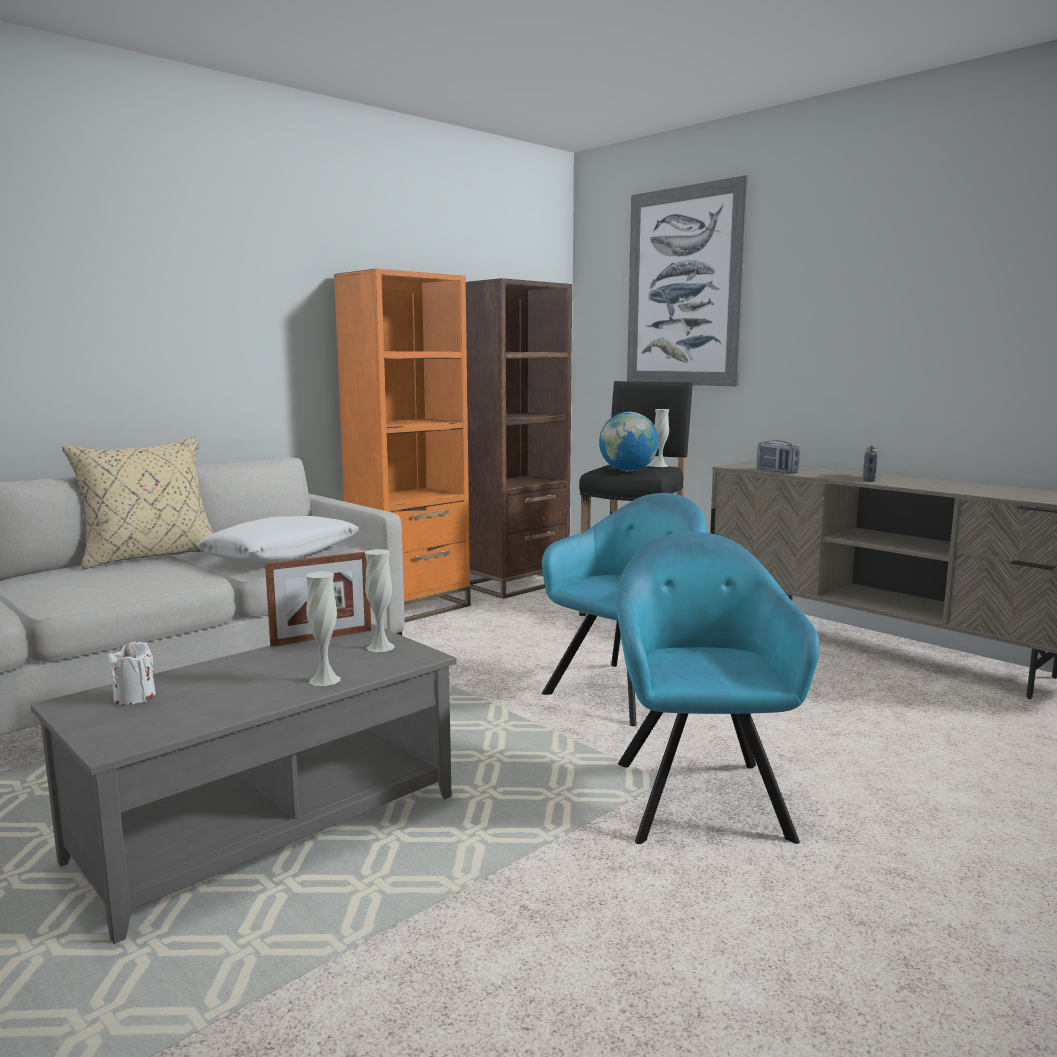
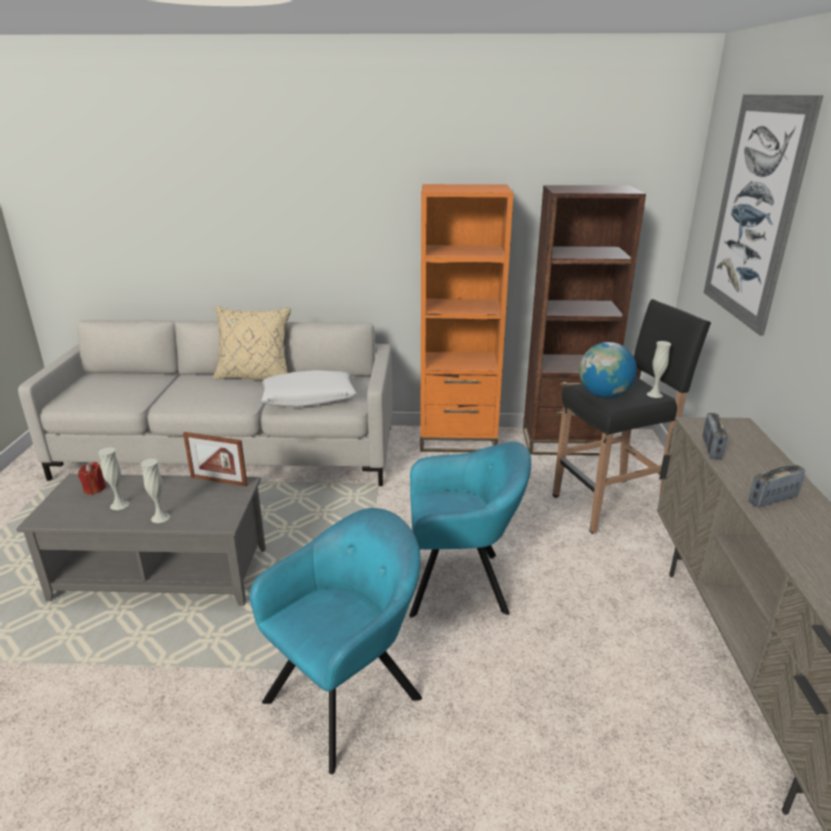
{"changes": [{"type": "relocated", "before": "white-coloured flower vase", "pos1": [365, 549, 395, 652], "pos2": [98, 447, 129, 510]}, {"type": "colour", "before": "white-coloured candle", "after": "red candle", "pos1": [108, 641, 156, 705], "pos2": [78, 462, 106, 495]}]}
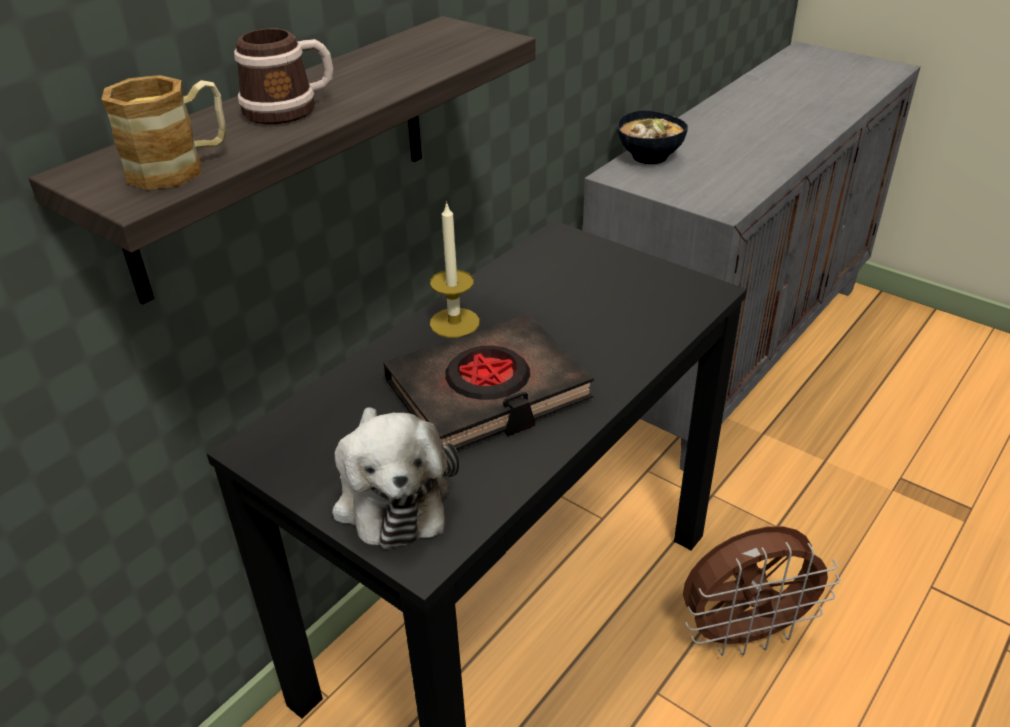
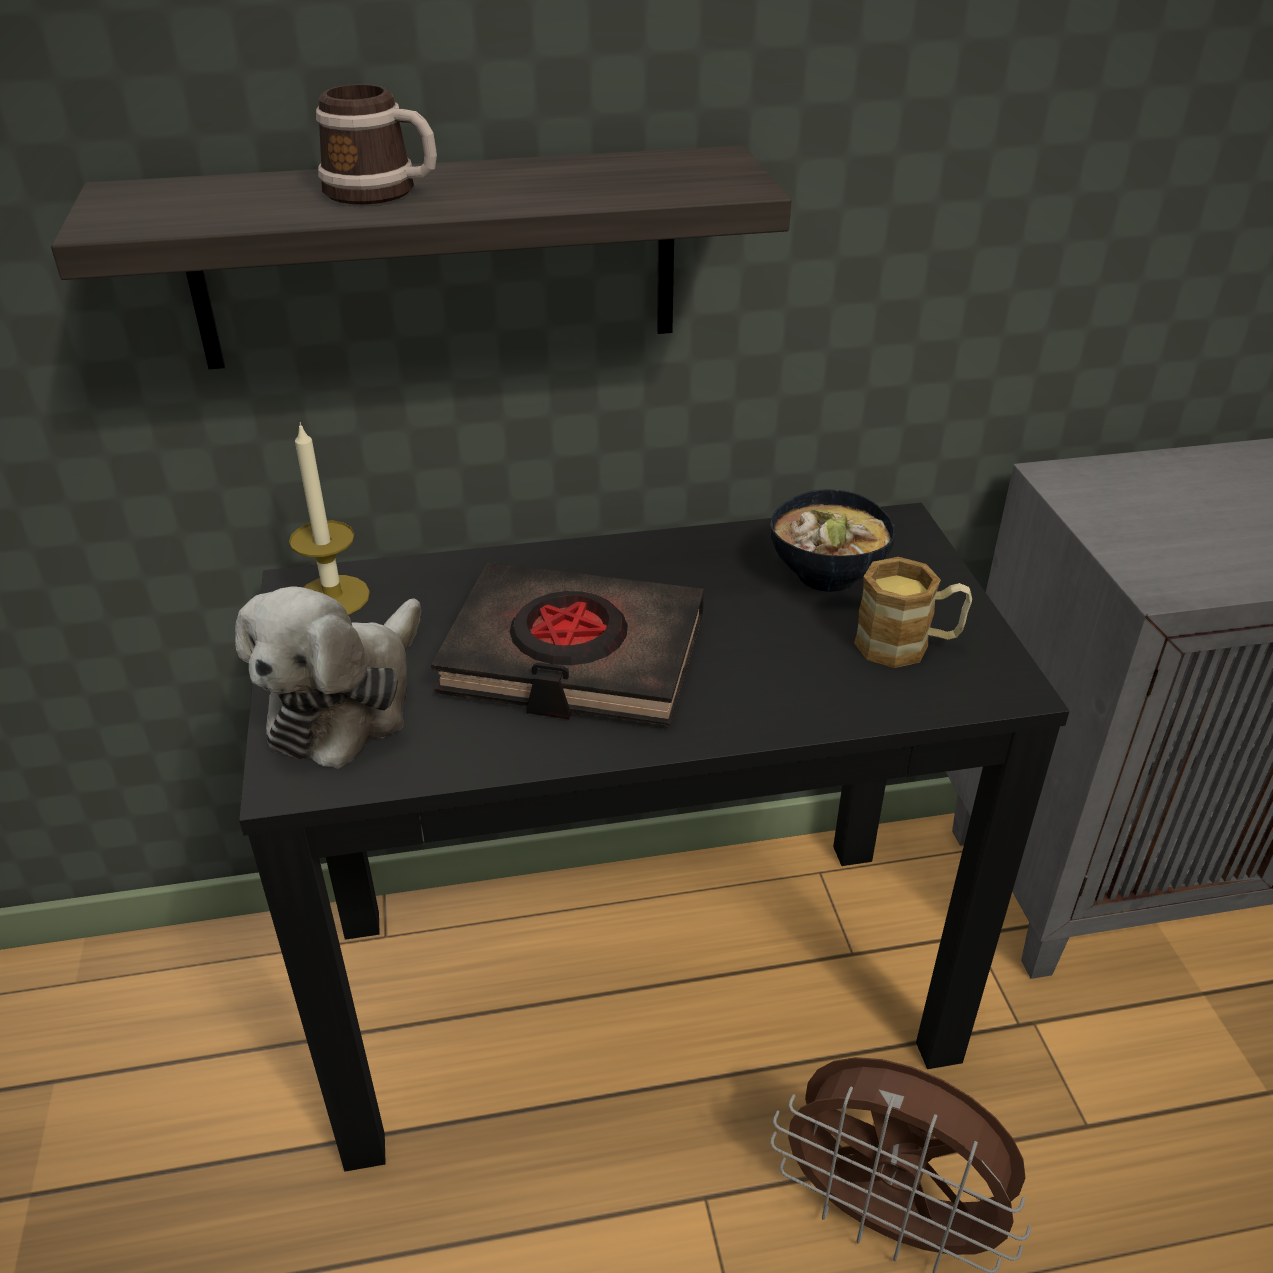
{"changes": [{"type": "relocated", "before": "coffee mug", "pos1": [101, 75, 226, 190], "pos2": [854, 557, 972, 668]}, {"type": "relocated", "before": "candle", "pos1": [430, 201, 480, 338], "pos2": [289, 422, 370, 615]}, {"type": "relocated", "before": "bowl", "pos1": [617, 110, 688, 164], "pos2": [770, 489, 895, 592]}]}
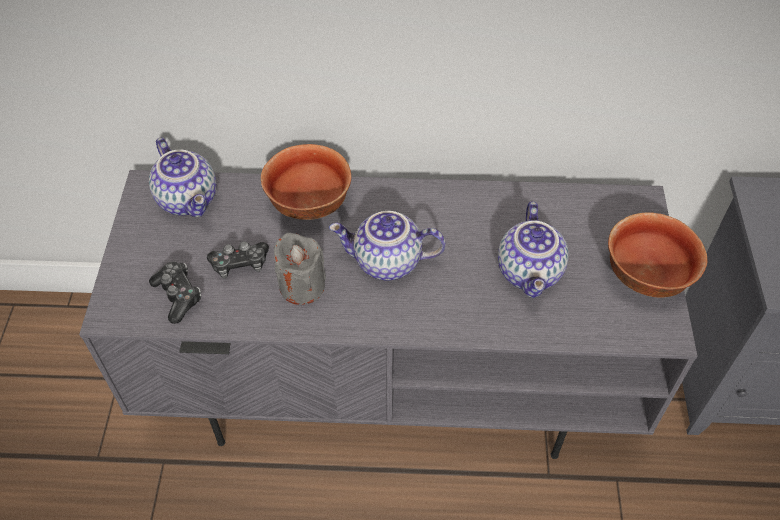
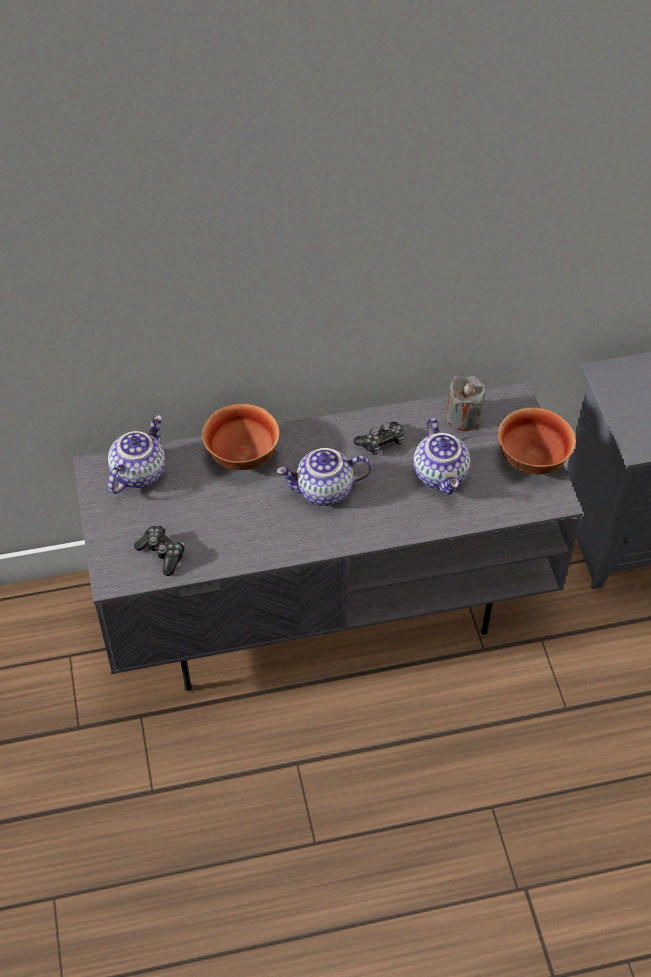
{"changes": [{"type": "relocated", "before": "joypad", "pos1": [207, 241, 269, 278], "pos2": [354, 422, 404, 455]}, {"type": "relocated", "before": "gray candle", "pos1": [274, 233, 326, 305], "pos2": [446, 375, 486, 431]}, {"type": "spun", "before": "tea pot", "pos1": [149, 138, 216, 217], "pos2": [108, 415, 165, 494], "turn": -105}]}
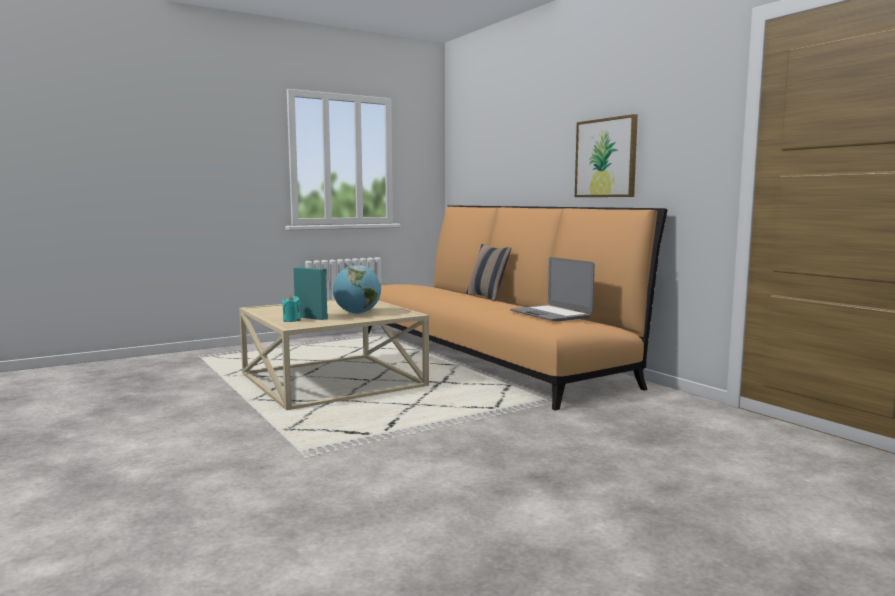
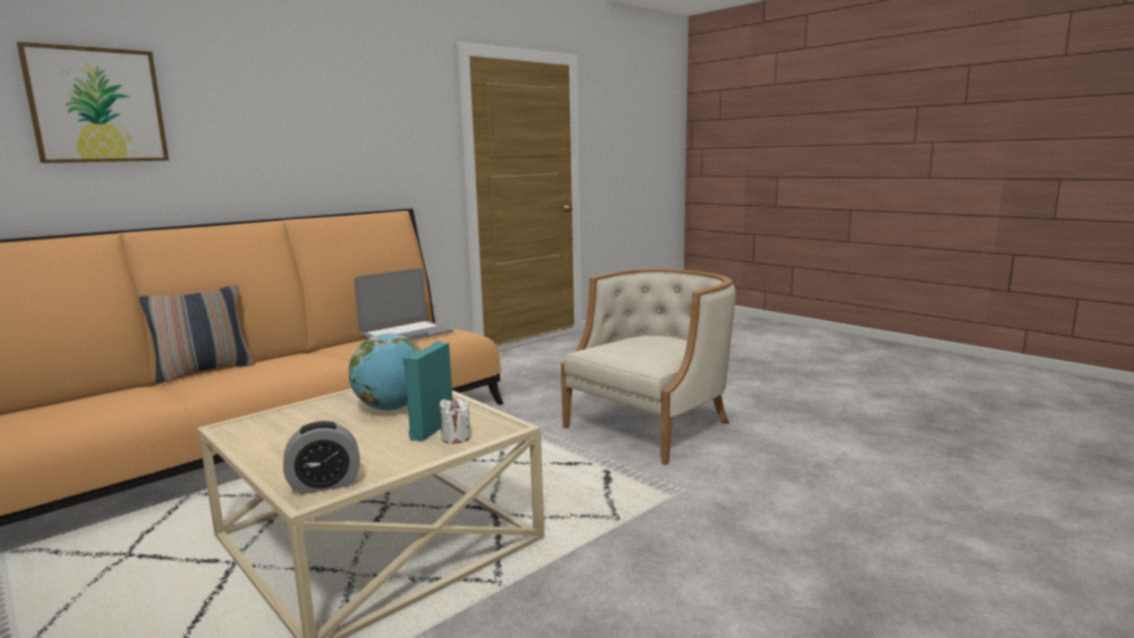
{"changes": [{"type": "appeared", "after": "alarm clock", "pos2": [283, 421, 360, 494]}, {"type": "appeared", "after": "sand-coloured easy chair", "pos2": [561, 269, 736, 465]}, {"type": "relocated", "before": "picture", "pos1": [575, 114, 638, 197], "pos2": [17, 42, 169, 163]}, {"type": "colour", "before": "blue-green candle", "after": "white-coloured candle", "pos1": [282, 295, 301, 322], "pos2": [439, 398, 471, 444]}]}
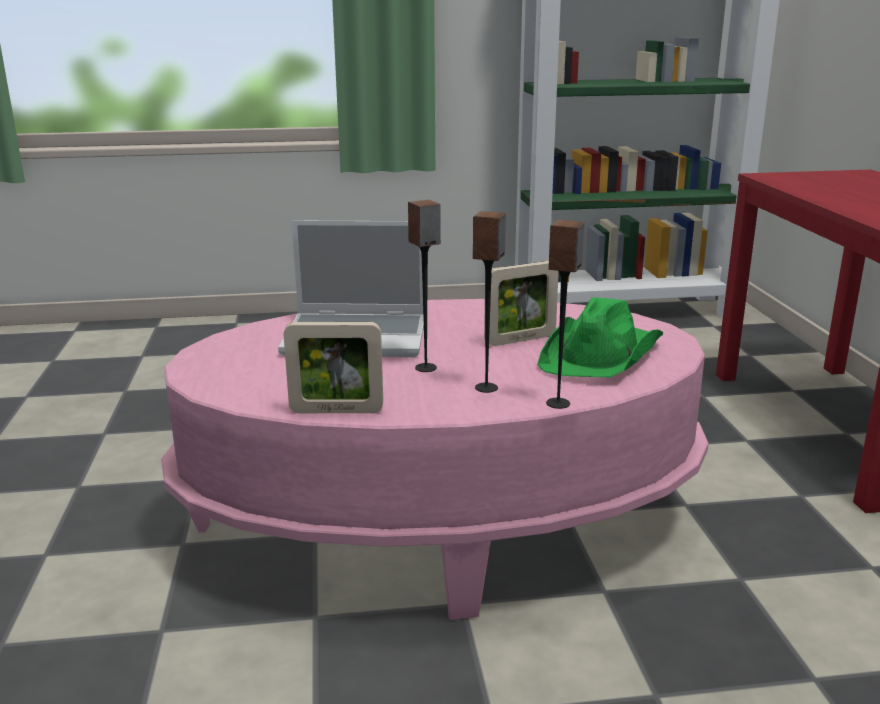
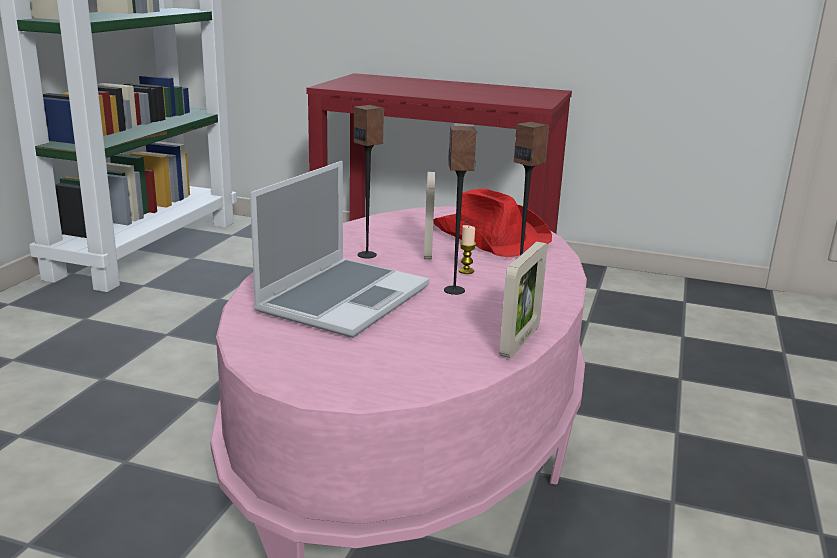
{"changes": [{"type": "appeared", "after": "candle", "pos2": [458, 225, 476, 274]}, {"type": "relocated", "before": "audio speaker", "pos1": [546, 220, 585, 409], "pos2": [354, 105, 384, 258]}, {"type": "colour", "before": "green-coloured wearable hat", "after": "red wearable hat", "pos1": [537, 297, 663, 377], "pos2": [433, 188, 552, 258]}]}
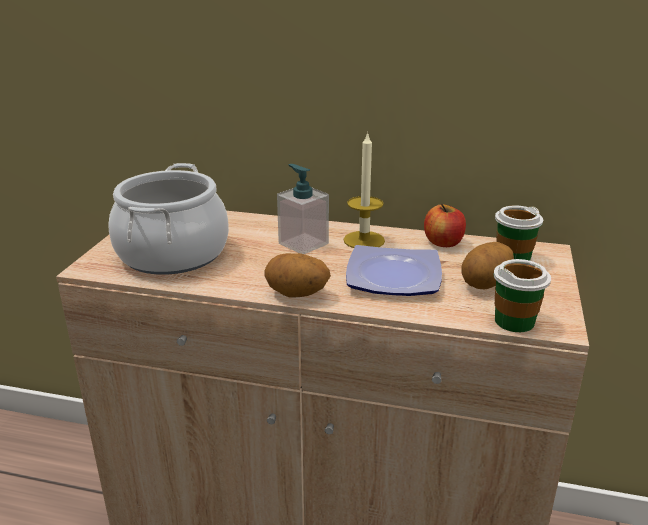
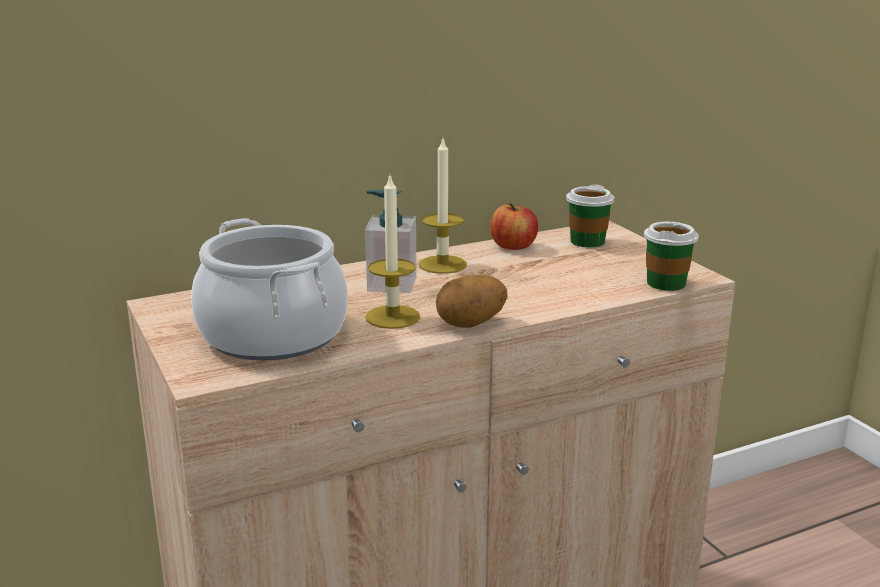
{"changes": [{"type": "missing", "before": "dinner plate", "pos1": [346, 245, 442, 296]}, {"type": "missing", "before": "whole potato", "pos1": [461, 242, 514, 289]}, {"type": "appeared", "after": "candle", "pos2": [365, 176, 420, 329]}]}
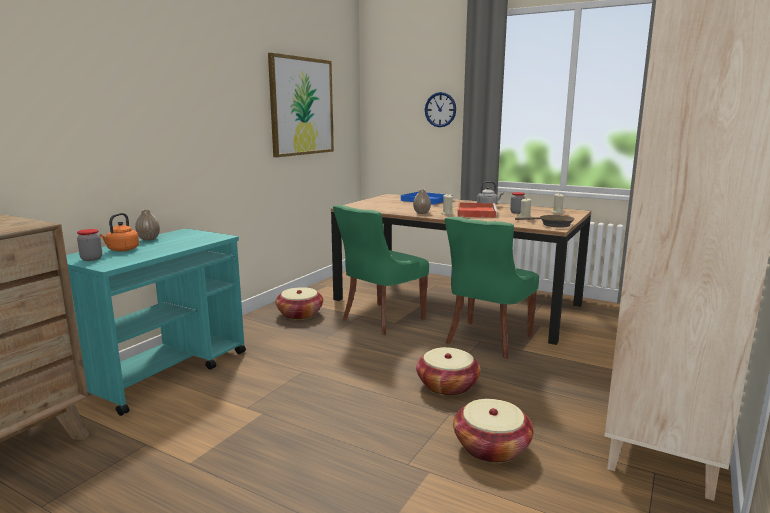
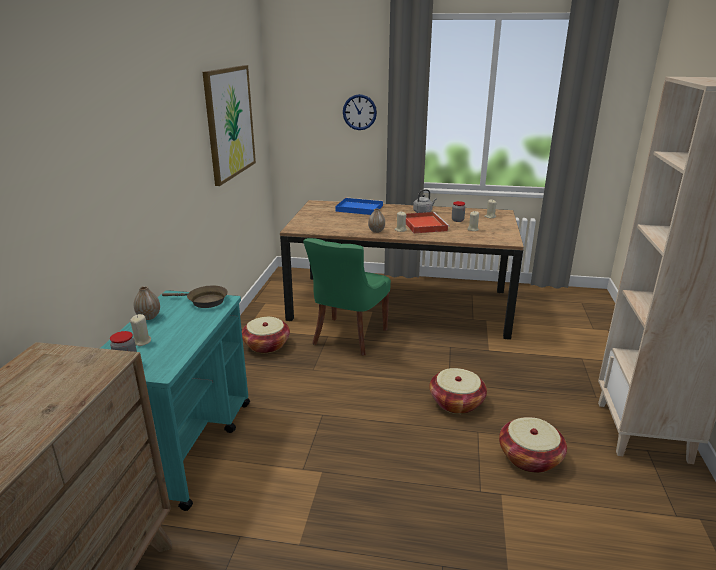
{"changes": [{"type": "missing", "before": "green-coloured plain chair", "pos1": [444, 217, 539, 359]}, {"type": "relocated", "before": "brown skillet", "pos1": [515, 215, 575, 228], "pos2": [162, 286, 228, 308]}, {"type": "exchanged", "before": "orangey water kettle", "after": "sand-coloured candle", "pos1": [100, 213, 139, 251], "pos2": [130, 314, 151, 346]}]}
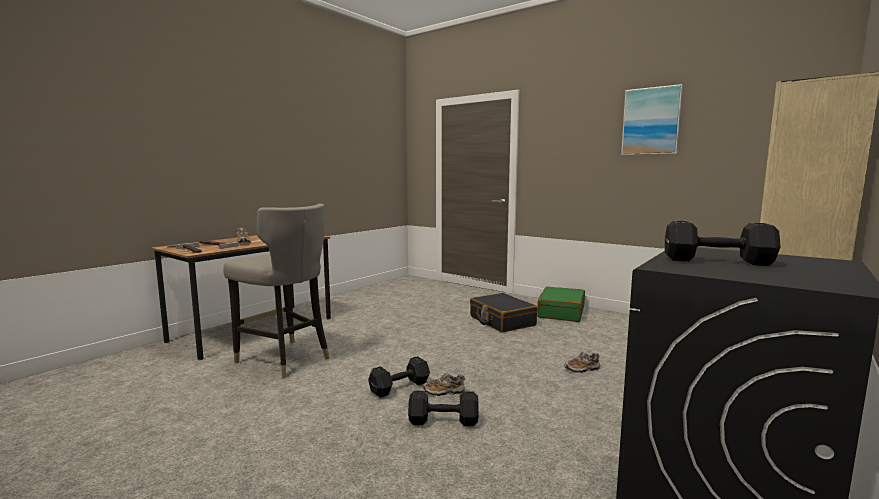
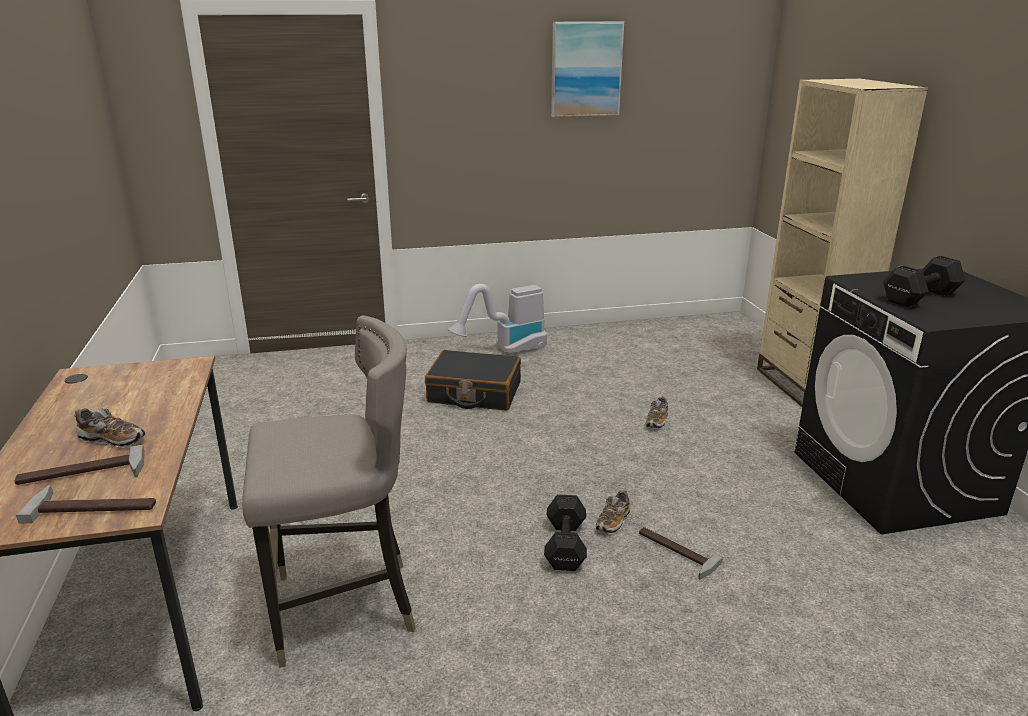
{"changes": [{"type": "exchanged", "before": "blackish free weight", "after": "hammer", "pos1": [408, 390, 479, 426], "pos2": [639, 527, 723, 580]}, {"type": "exchanged", "before": "green-coloured suitcase", "after": "vacuum cleaner", "pos1": [537, 287, 585, 322], "pos2": [448, 284, 547, 355]}]}
